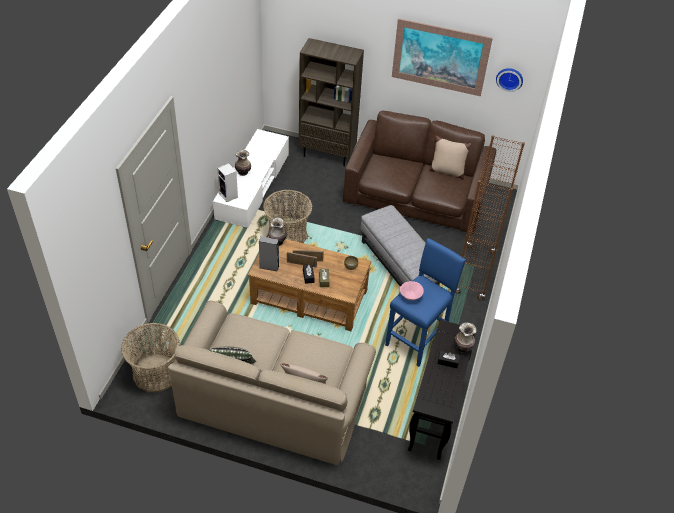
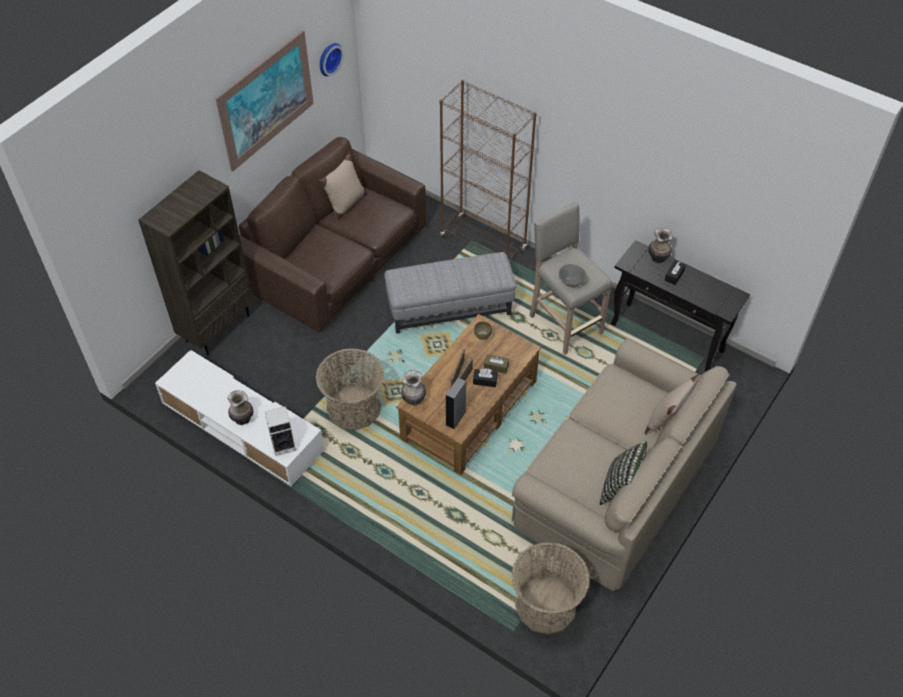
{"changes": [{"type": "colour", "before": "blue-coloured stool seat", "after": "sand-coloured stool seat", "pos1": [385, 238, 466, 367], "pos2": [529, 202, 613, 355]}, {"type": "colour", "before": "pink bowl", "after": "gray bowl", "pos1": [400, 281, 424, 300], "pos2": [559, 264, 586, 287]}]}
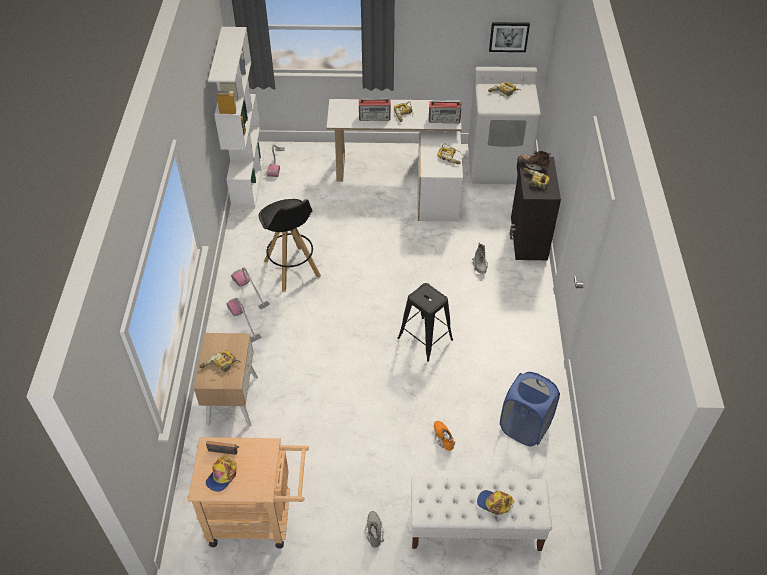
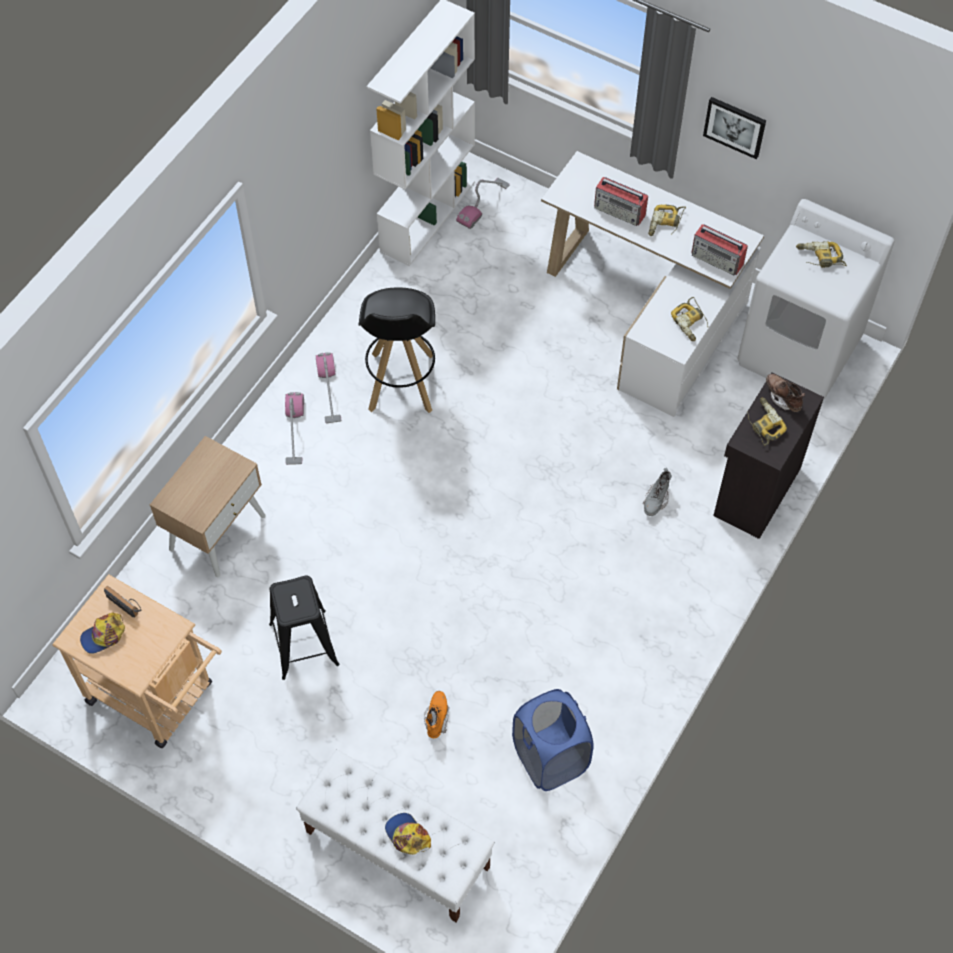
{"changes": [{"type": "missing", "before": "power drill", "pos1": [199, 350, 241, 375]}, {"type": "missing", "before": "gray tall boot", "pos1": [365, 511, 384, 548]}, {"type": "relocated", "before": "blackish stool seat", "pos1": [398, 283, 453, 362], "pos2": [269, 576, 339, 680]}, {"type": "relocated", "before": "picture", "pos1": [489, 22, 530, 52], "pos2": [703, 97, 766, 159]}]}
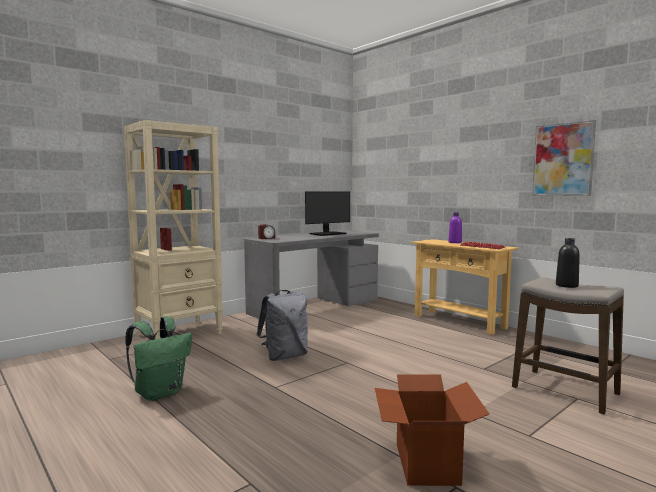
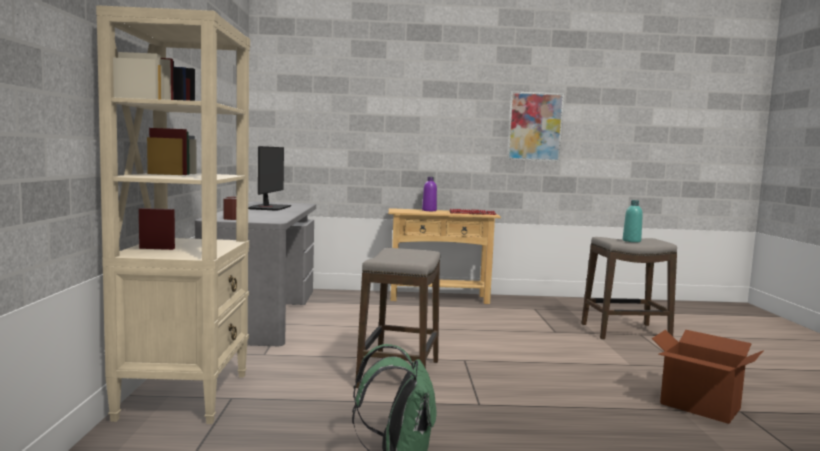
{"changes": [{"type": "exchanged", "before": "gray backpack", "after": "stool seat", "pos1": [256, 290, 308, 361], "pos2": [355, 248, 441, 389]}, {"type": "colour", "before": "blackish bottle", "after": "blue-green bottle", "pos1": [556, 238, 580, 288], "pos2": [623, 200, 643, 242]}]}
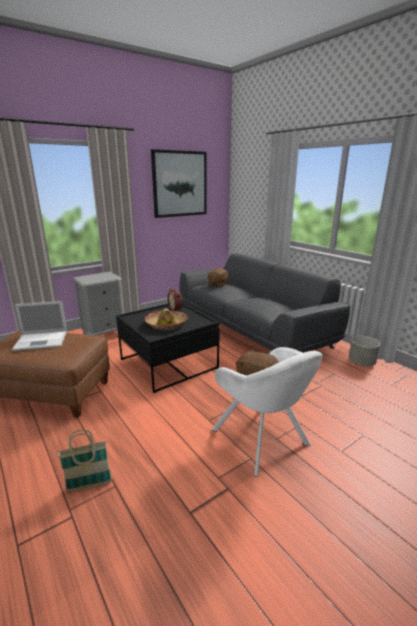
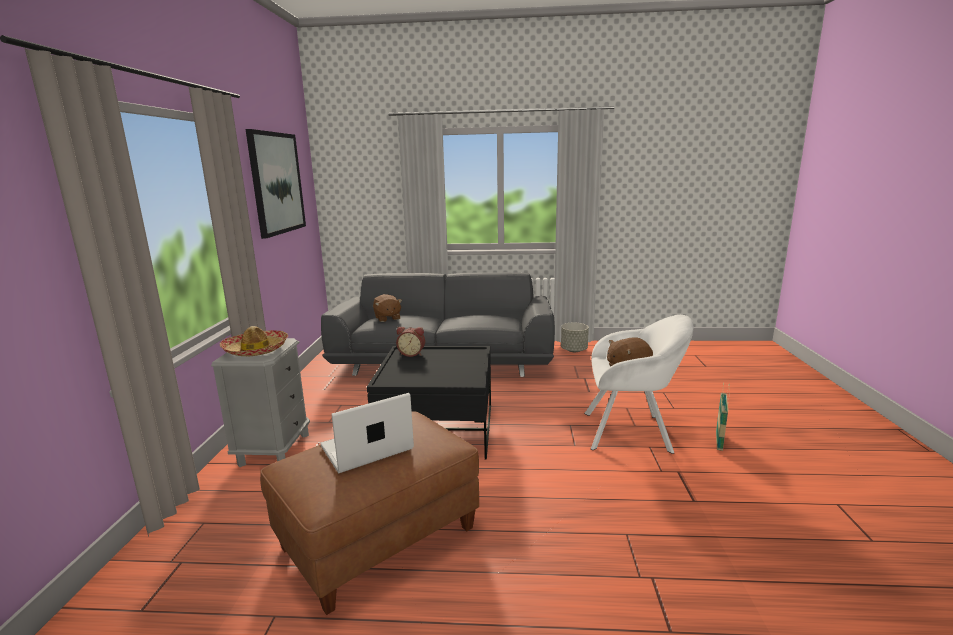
{"changes": [{"type": "relocated", "before": "basket", "pos1": [58, 430, 112, 492], "pos2": [716, 383, 730, 451]}, {"type": "relocated", "before": "wearable hat", "pos1": [145, 309, 188, 329], "pos2": [220, 326, 289, 356]}, {"type": "spun", "before": "notebook computer", "pos1": [12, 301, 67, 351], "pos2": [320, 393, 414, 473], "turn": -150}]}
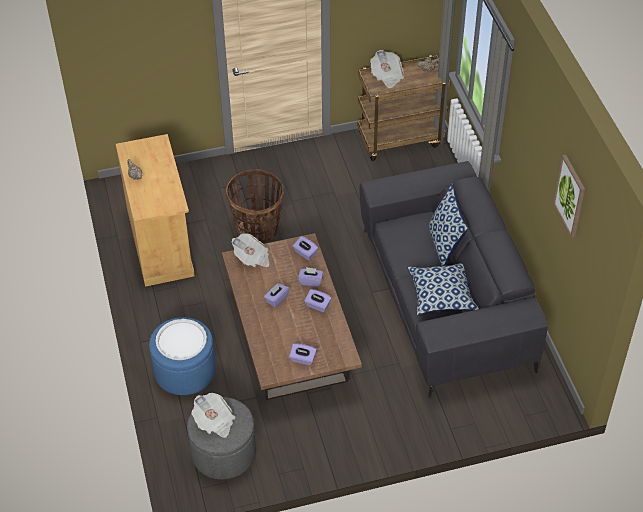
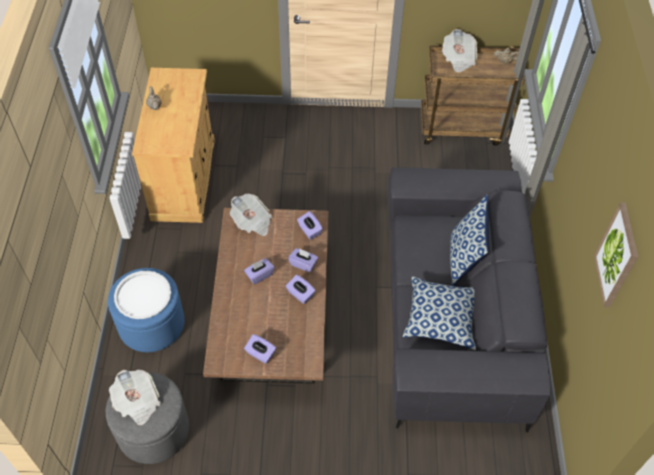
{"changes": [{"type": "missing", "before": "basket", "pos1": [226, 169, 284, 243]}]}
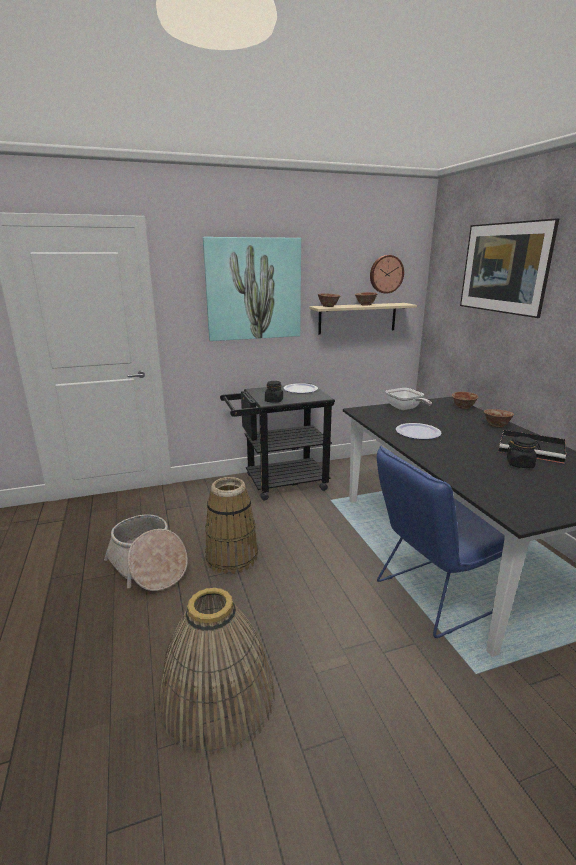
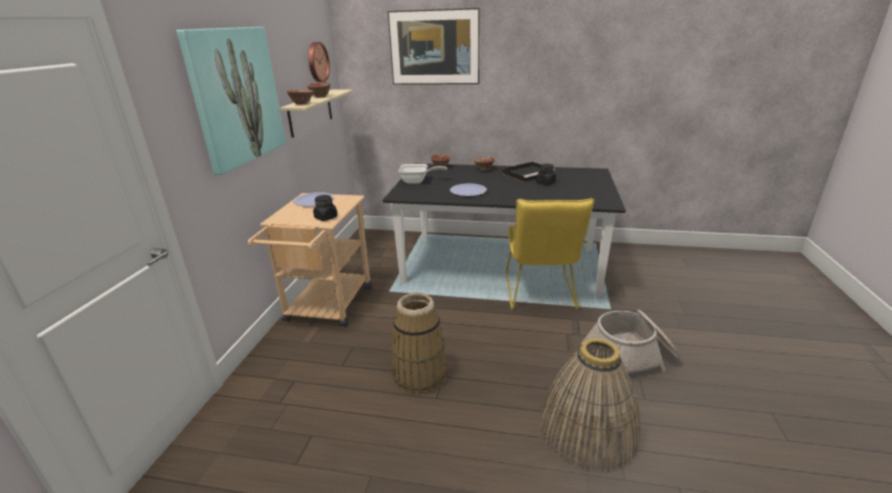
{"changes": [{"type": "relocated", "before": "basket", "pos1": [104, 514, 188, 591], "pos2": [581, 310, 680, 382]}, {"type": "colour", "before": "blackish wheeled cart", "after": "sand-coloured wheeled cart", "pos1": [220, 383, 335, 501], "pos2": [248, 193, 372, 327]}, {"type": "colour", "before": "blue-coloured plain chair", "after": "yellow-coloured plain chair", "pos1": [377, 446, 505, 638], "pos2": [506, 198, 595, 310]}]}
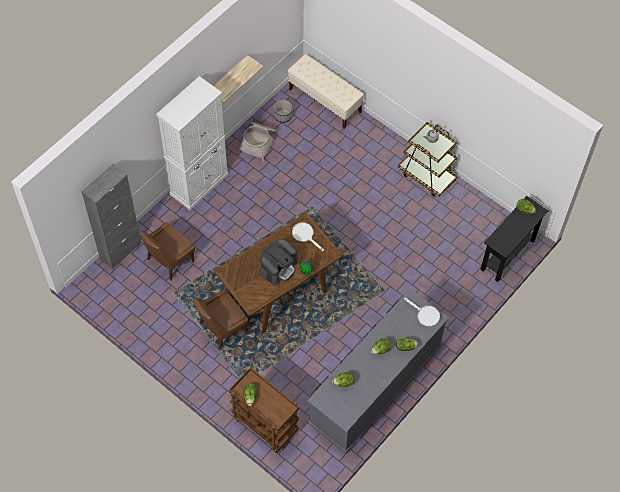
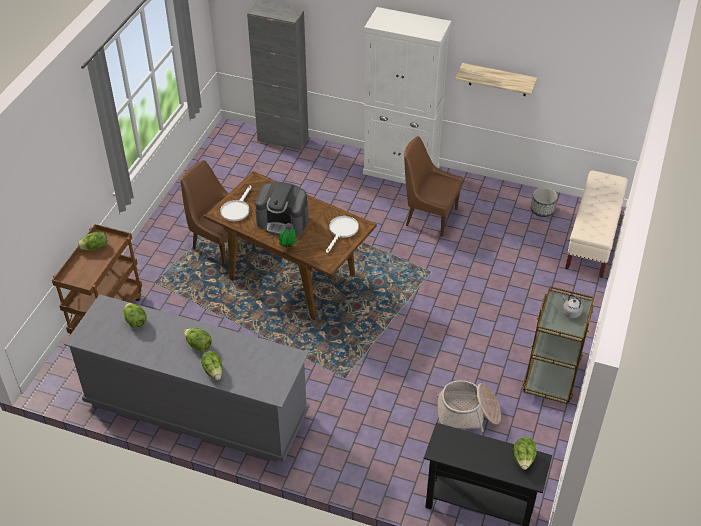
{"changes": [{"type": "relocated", "before": "brown plain chair", "pos1": [139, 222, 195, 281], "pos2": [404, 136, 463, 237]}, {"type": "relocated", "before": "basket", "pos1": [238, 122, 276, 161], "pos2": [437, 380, 501, 432]}, {"type": "relocated", "before": "white-coloured skillet", "pos1": [404, 298, 440, 327], "pos2": [220, 185, 252, 221]}]}
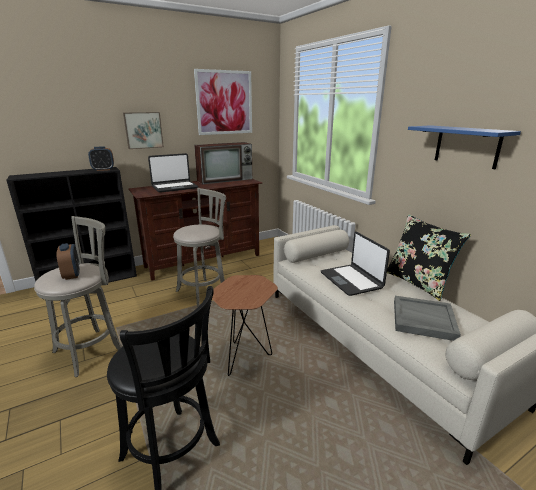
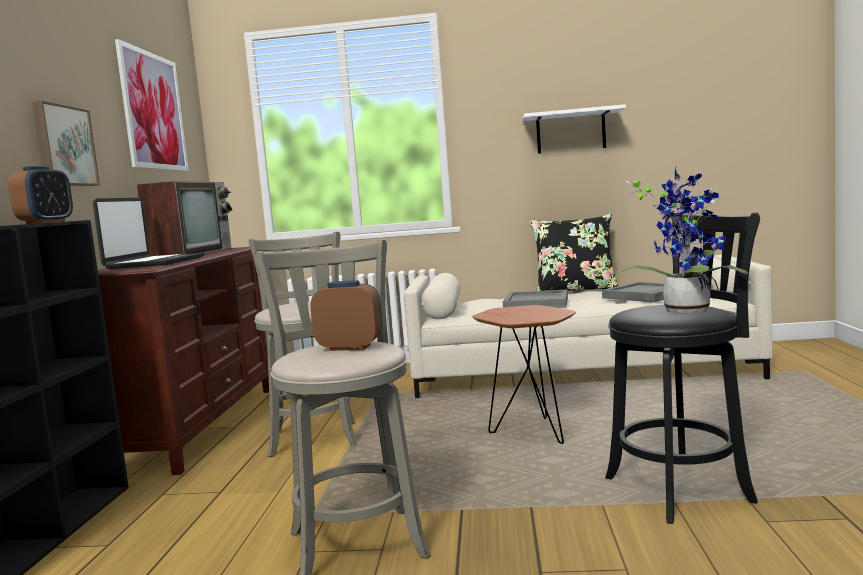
{"changes": [{"type": "appeared", "after": "houseplant", "pos2": [614, 168, 748, 314]}, {"type": "exchanged", "before": "notebook computer", "after": "gray serving tray", "pos1": [321, 232, 390, 296], "pos2": [503, 290, 568, 308]}, {"type": "colour", "before": "blue-coloured wall shelf", "after": "white-coloured wall shelf", "pos1": [408, 125, 521, 169], "pos2": [522, 104, 626, 154]}]}
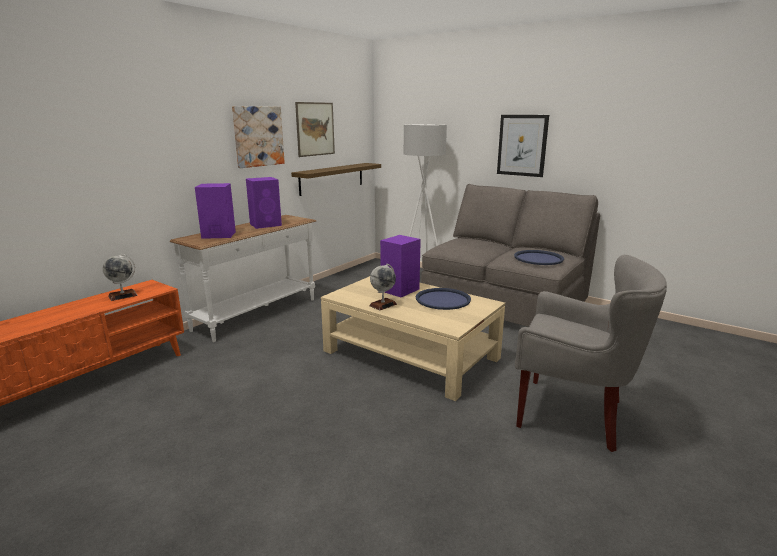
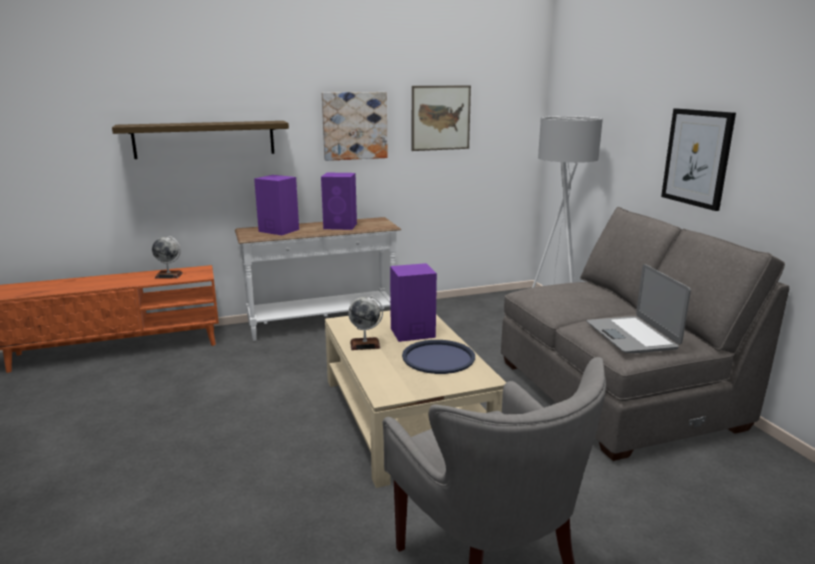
{"changes": [{"type": "relocated", "before": "wall shelf", "pos1": [291, 163, 381, 196], "pos2": [112, 121, 289, 159]}, {"type": "exchanged", "before": "blue-coloured serving tray", "after": "notebook computer", "pos1": [514, 250, 564, 265], "pos2": [586, 264, 691, 353]}]}
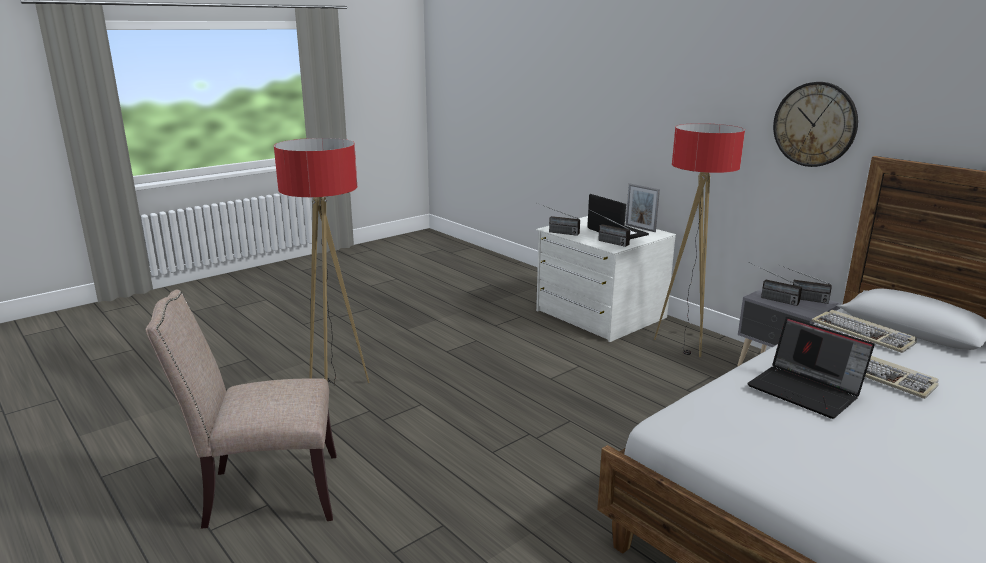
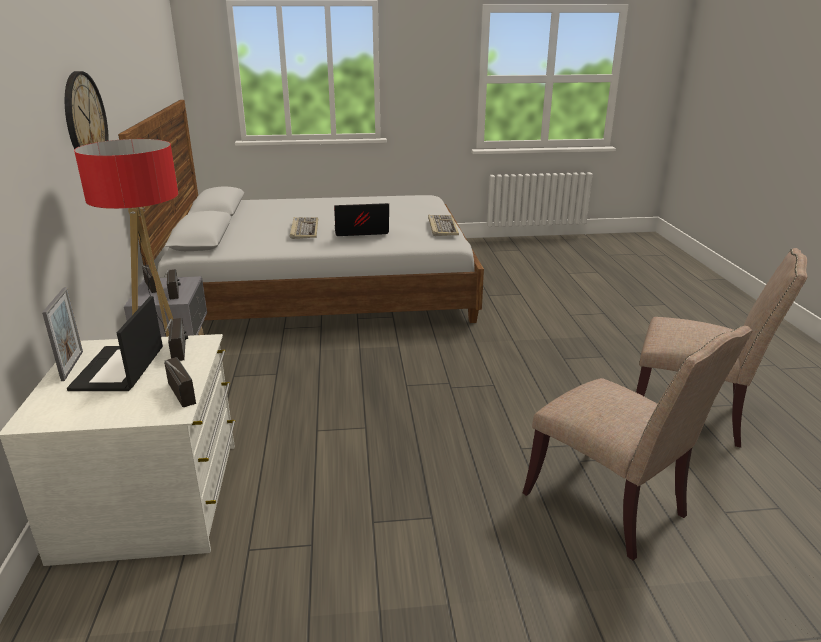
{"changes": [{"type": "relocated", "before": "keyboard", "pos1": [812, 310, 917, 353], "pos2": [428, 215, 459, 236]}, {"type": "exchanged", "before": "standard lamp", "after": "sand-coloured plain chair", "pos1": [274, 138, 370, 383], "pos2": [523, 326, 753, 561]}, {"type": "spun", "before": "notebook computer", "pos1": [747, 317, 875, 419], "pos2": [334, 203, 389, 236], "turn": -90}]}
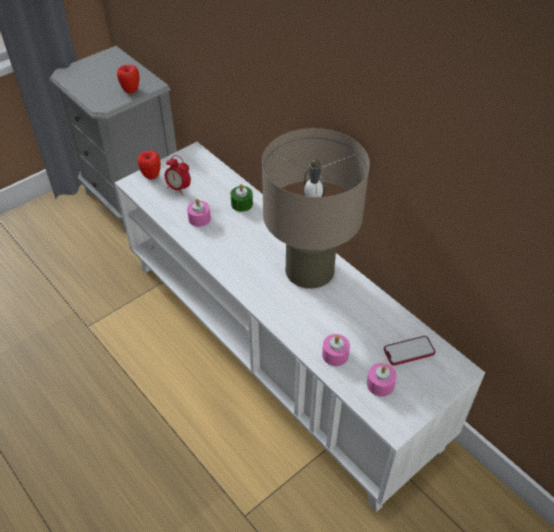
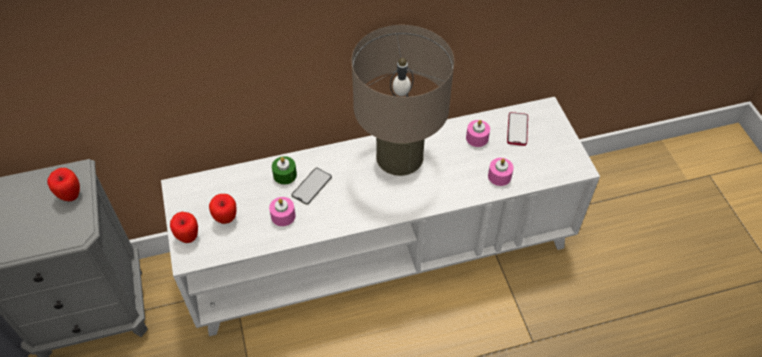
{"changes": [{"type": "appeared", "after": "handset", "pos2": [291, 168, 332, 205]}, {"type": "relocated", "before": "pink candle", "pos1": [367, 363, 397, 397], "pos2": [466, 120, 490, 147]}, {"type": "exchanged", "before": "alarm clock", "after": "whole apple", "pos1": [165, 155, 191, 195], "pos2": [209, 194, 237, 224]}]}
